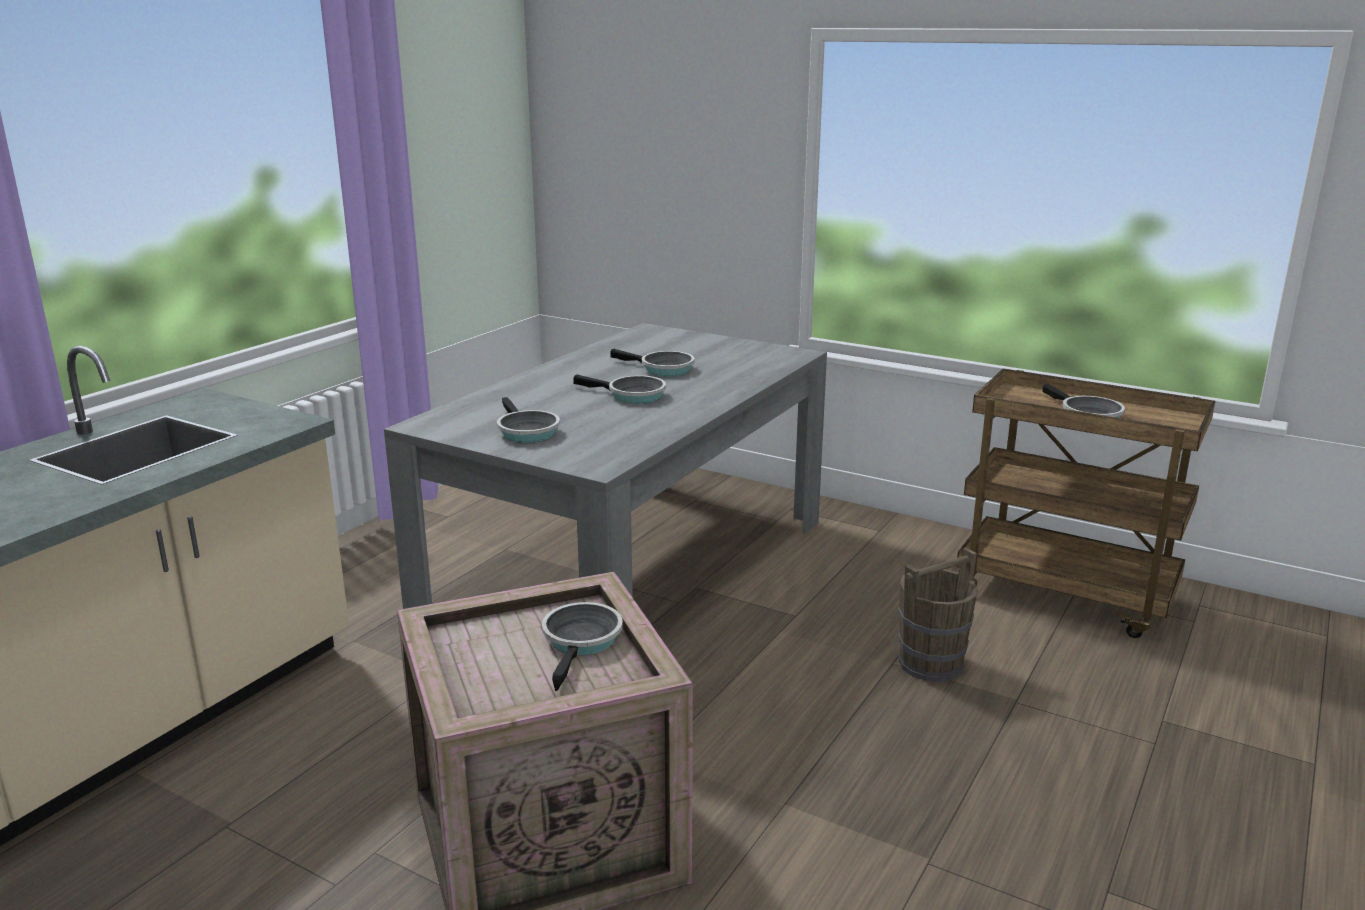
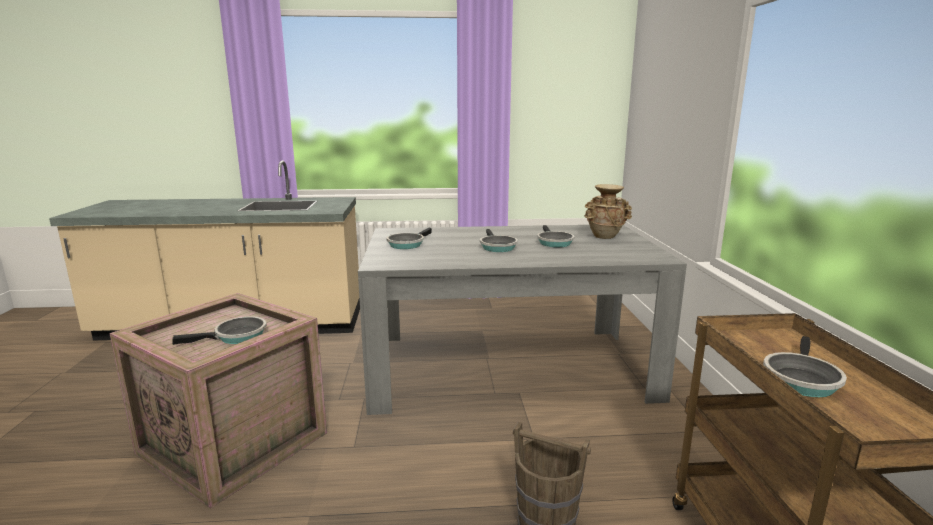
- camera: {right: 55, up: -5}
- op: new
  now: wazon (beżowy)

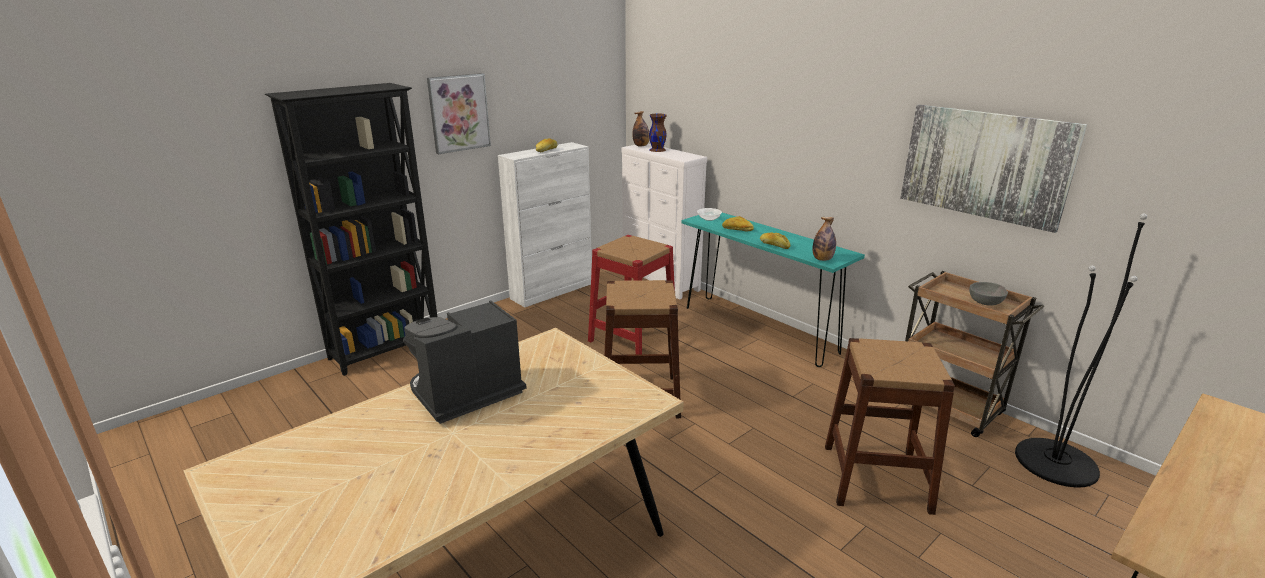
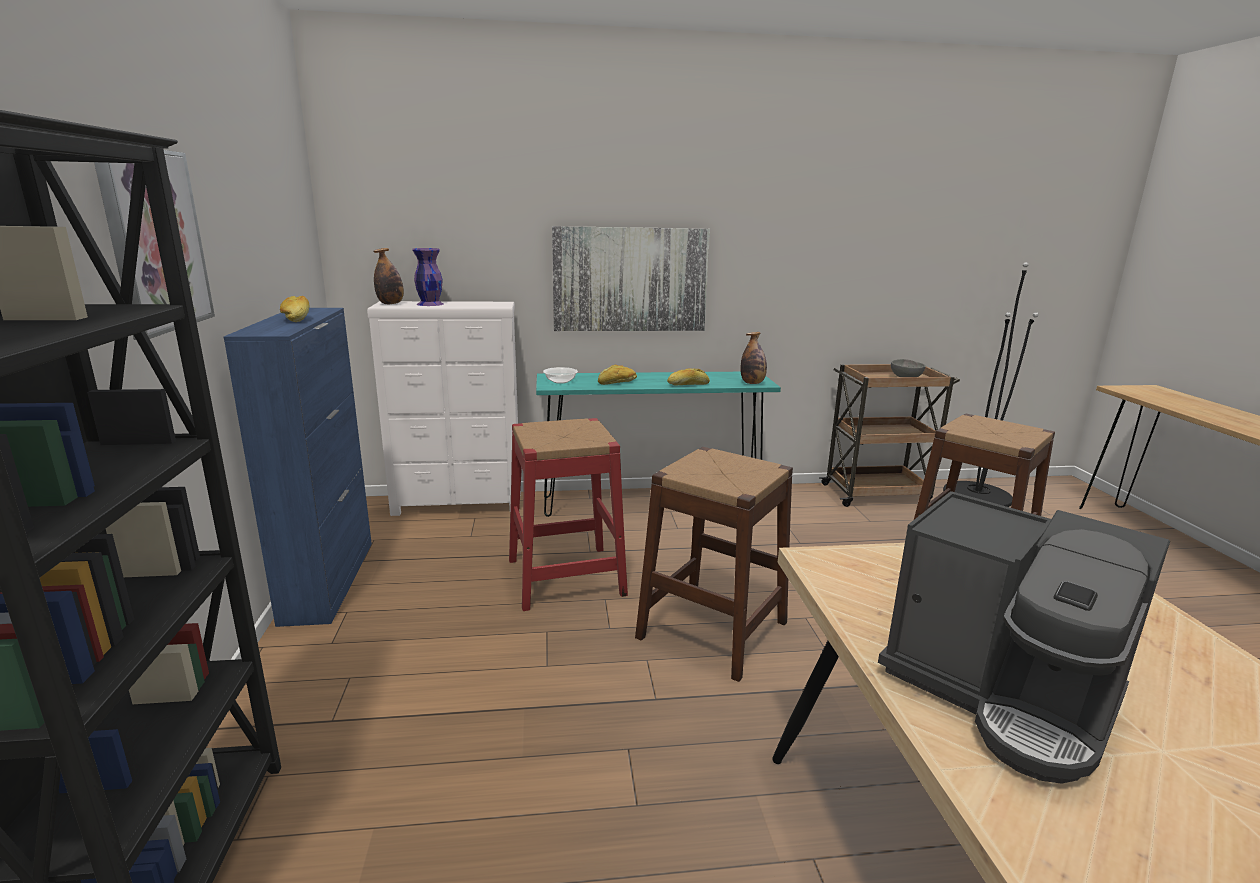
- camera: {right: -55, up: -5}
- op: shifted
  was: obraz (no. 2 from left)
- op: repainted
  was: szafka (biały)
  now: szafka (niebieski)
- op: repainted
  was: wazon (brązowy)
  now: wazon (fioletowy)
- op: rotated
  was: ekspres do kawy
  clockwise: -45

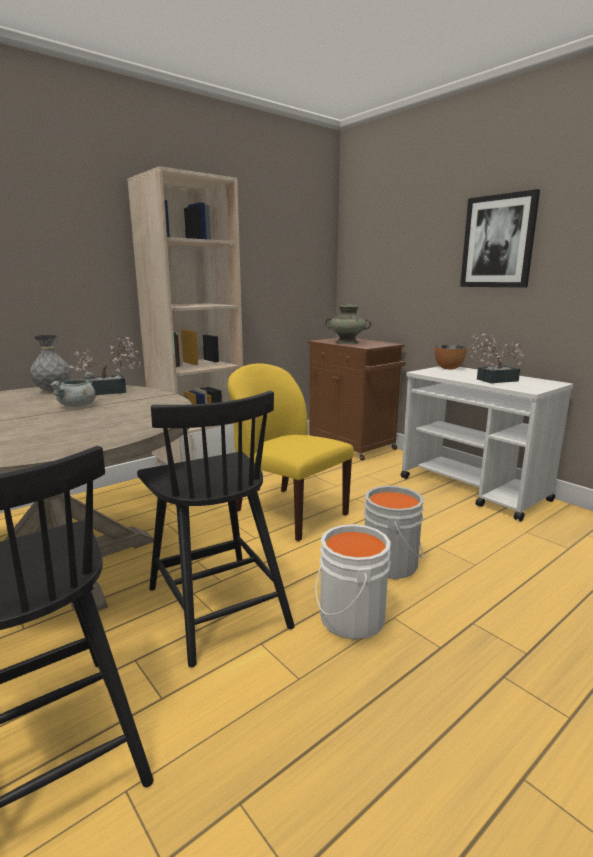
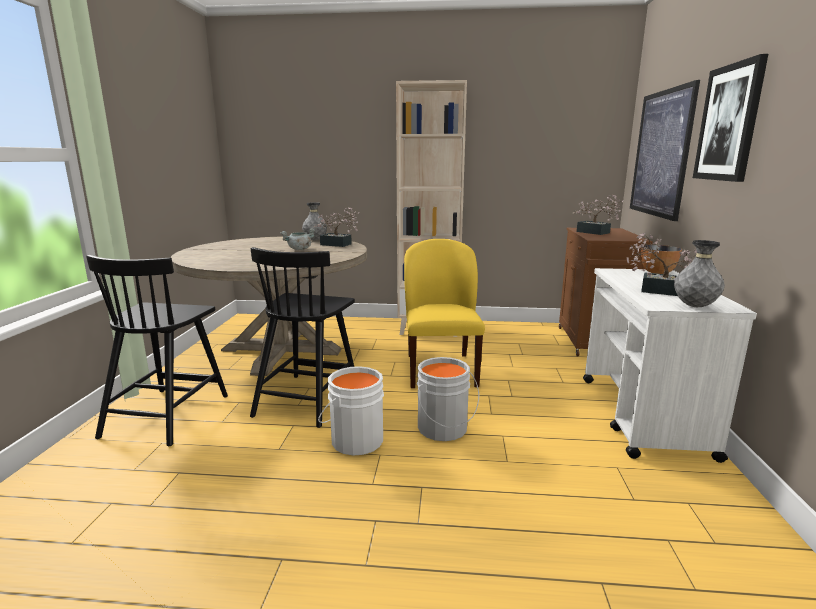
- camera: {right: 45, up: 0}
- op: new
  now: obraz (no. 1 from left)
- op: new
  now: wazon (szary) (no. 2 from left)
- op: swapped
  was: wazon (turkusowy)
  now: roślina doniczkowa (no. 2 from left)

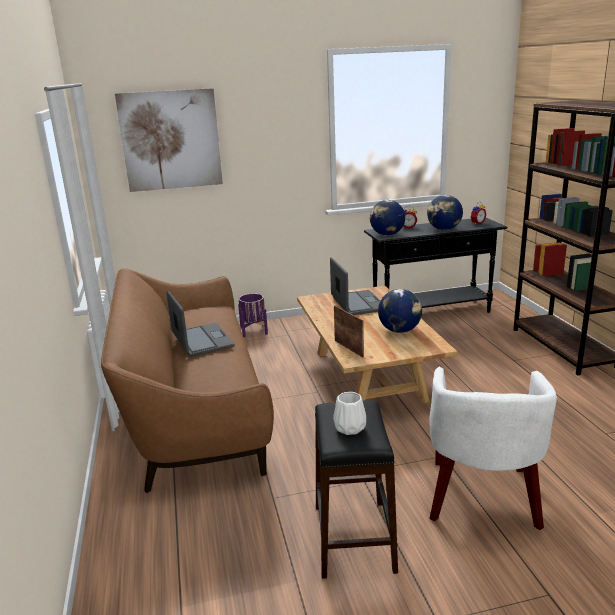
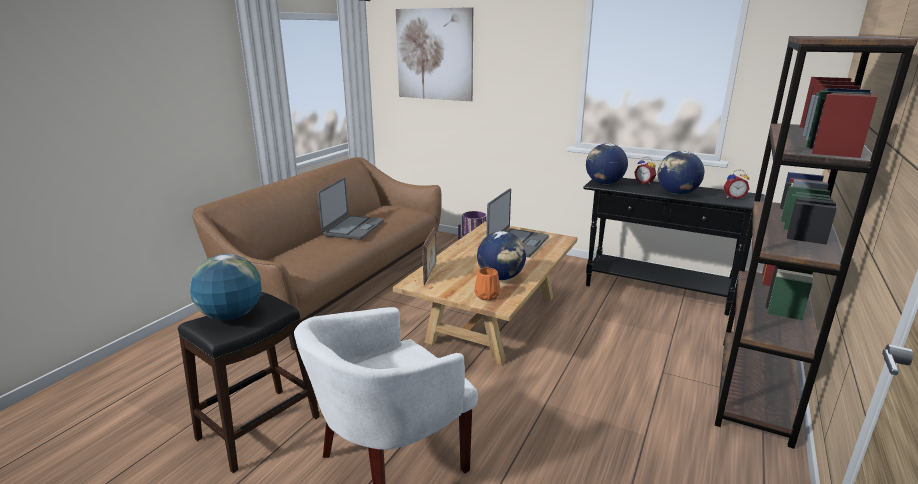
- camera: {right: 40, up: 0}
- op: new
  now: wazon (pomarańczowy)
- op: swapped
  was: wazon (biały)
  now: globus (no. 1 from left)

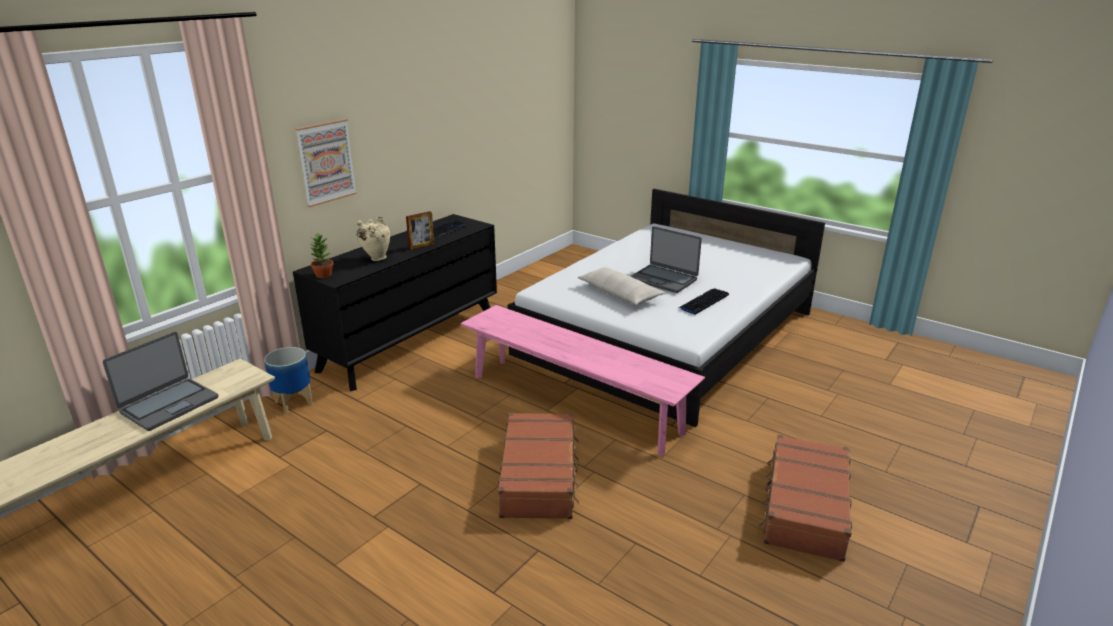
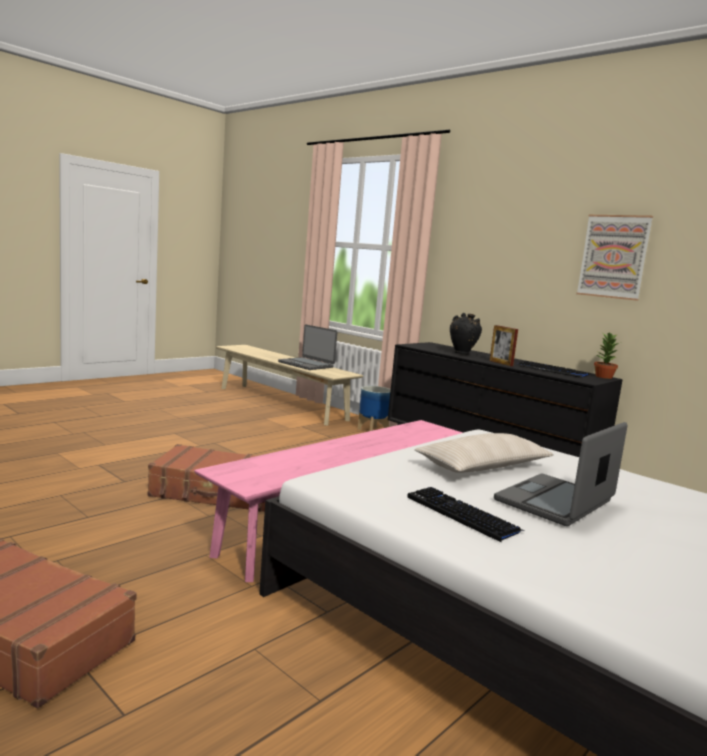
- camera: {right: 95, up: -15}
- op: shifted
  was: obraz
- op: shifted
  was: roślina doniczkowa
- op: repainted
  was: wazon (beżowy)
  now: wazon (czarny)

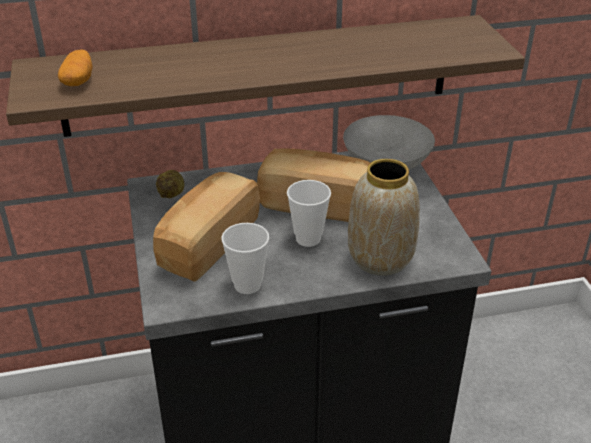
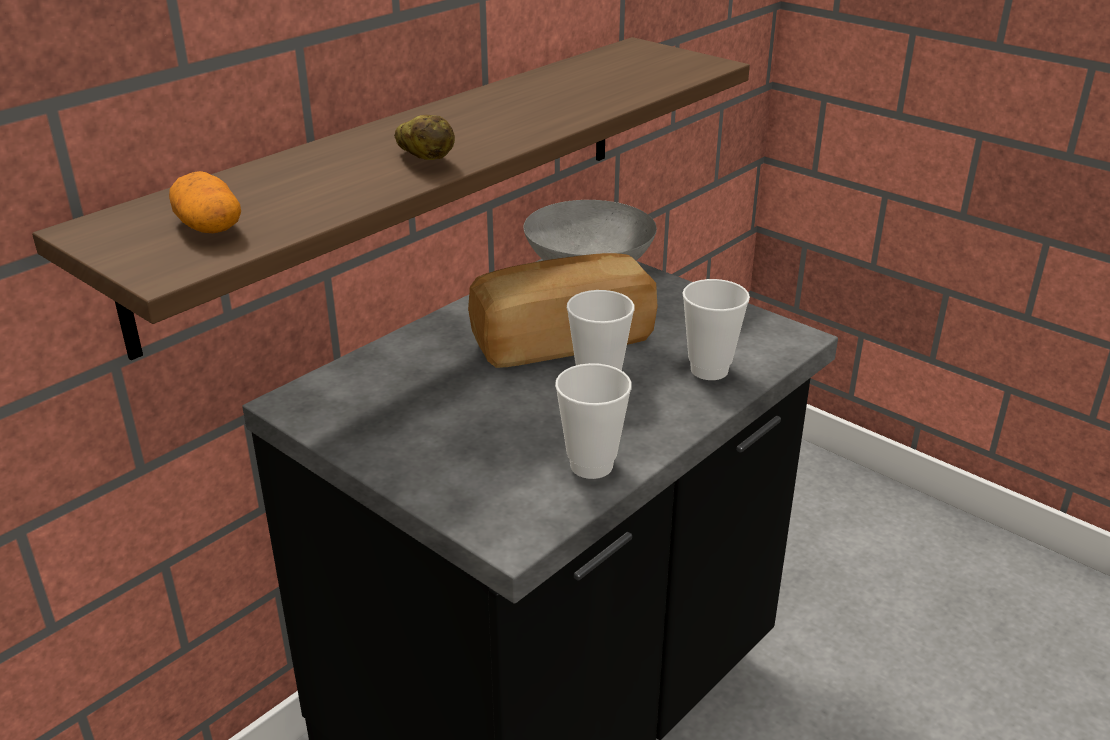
- camera: {right: -35, up: -5}
- op: gone
  was: chleb (no. 1 from left)
- op: shifted
  was: ziemniak (no. 2 from left)
- op: swapped
  was: wazon
  now: filiżanka (no. 3 from left)

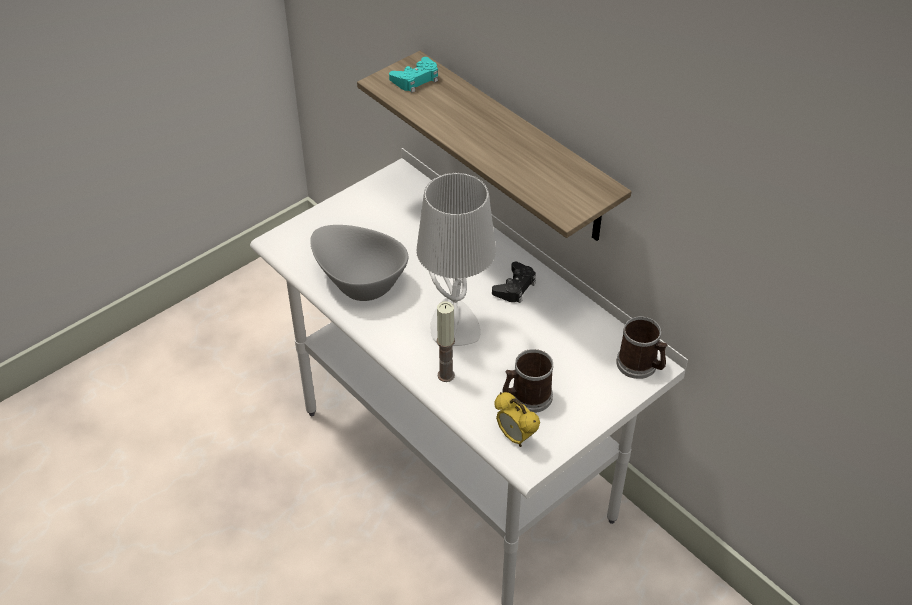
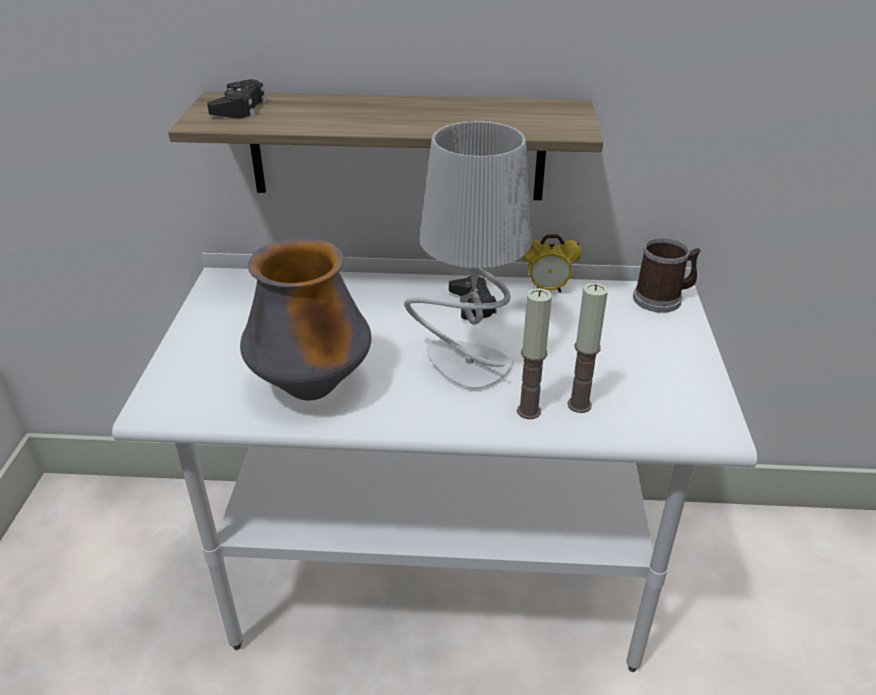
- camera: {right: -45, up: -10}
- op: gone
  was: kubek (no. 1 from left)
- op: new
  now: świeca (no. 2 from left)
- op: shifted
  was: budzik
- op: swapped
  was: miska (szary)
  now: wazon
- op: repainted
  was: pad do gier (turkusowy)
  now: pad do gier (czarny) (no. 1 from left)

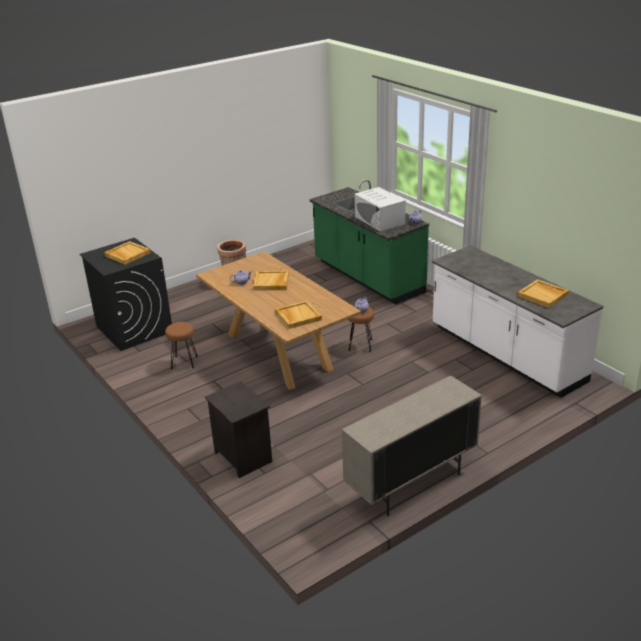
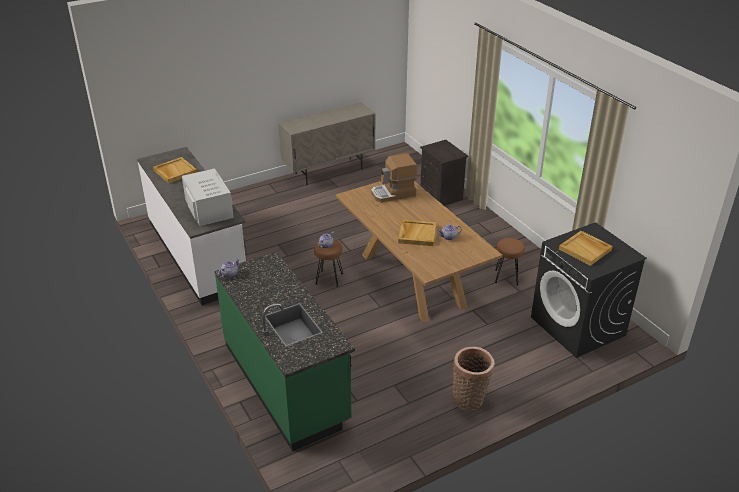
- camera: {right: -175, up: 5}
- op: shifted
  was: mikrofalówka (biały)
- op: swapped
  was: taca (beżowy) (no. 3 from left)
  now: ekspres do kawy

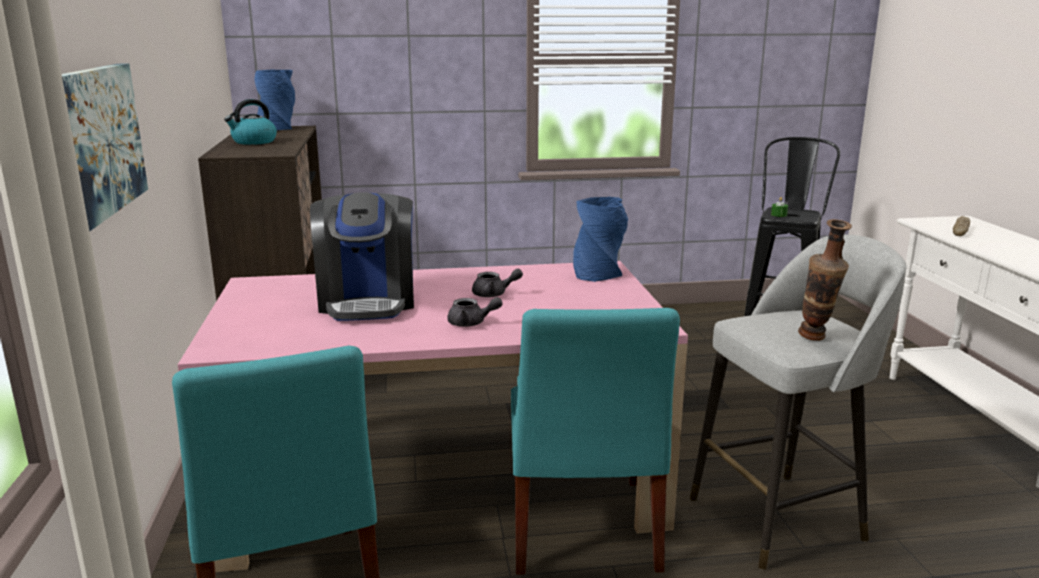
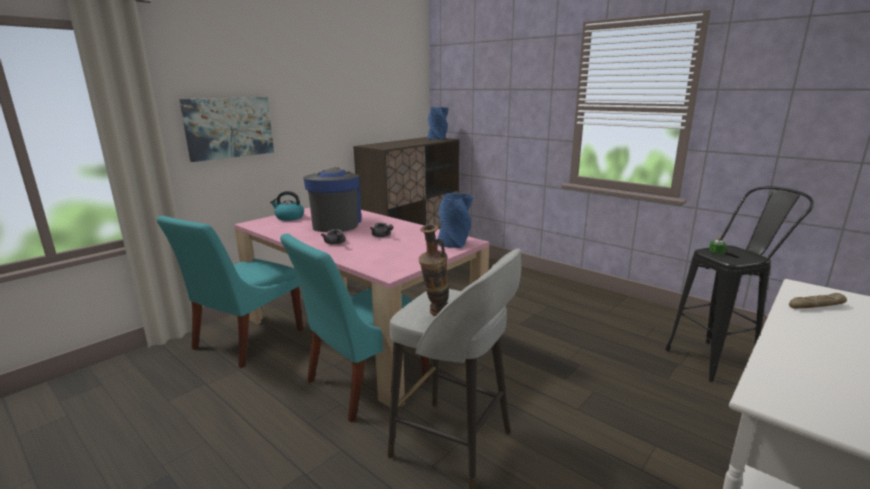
- camera: {right: 50, up: 0}
- op: shifted
  was: czajnik
- op: rotated
  was: ekspres do kawy
  clockwise: 135

